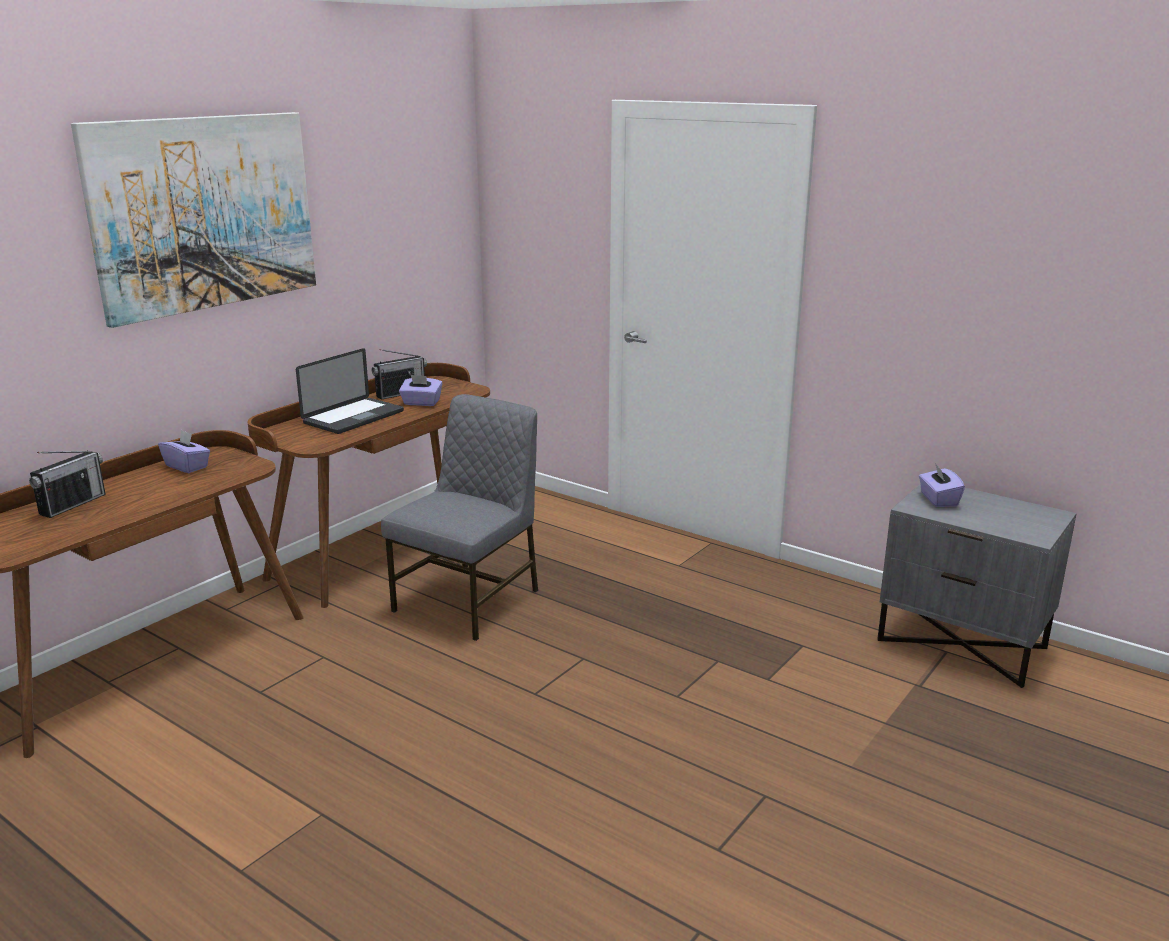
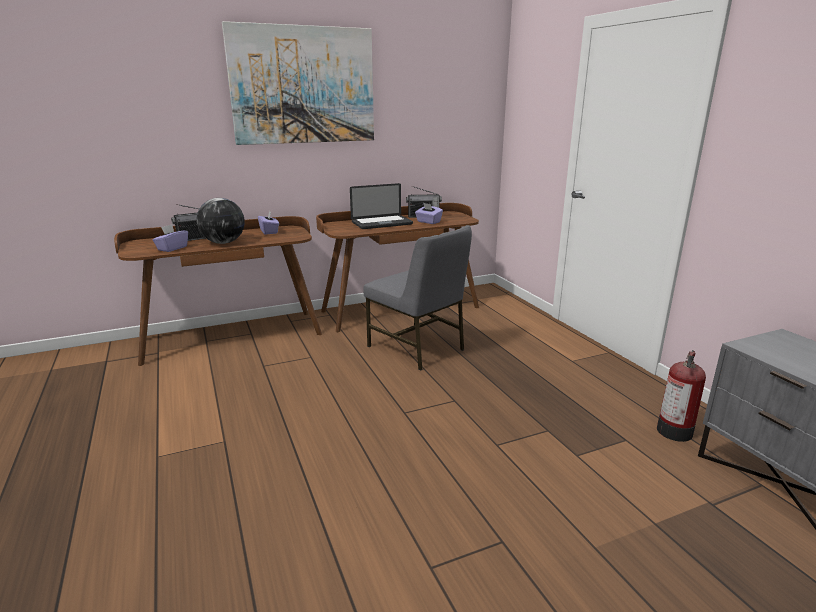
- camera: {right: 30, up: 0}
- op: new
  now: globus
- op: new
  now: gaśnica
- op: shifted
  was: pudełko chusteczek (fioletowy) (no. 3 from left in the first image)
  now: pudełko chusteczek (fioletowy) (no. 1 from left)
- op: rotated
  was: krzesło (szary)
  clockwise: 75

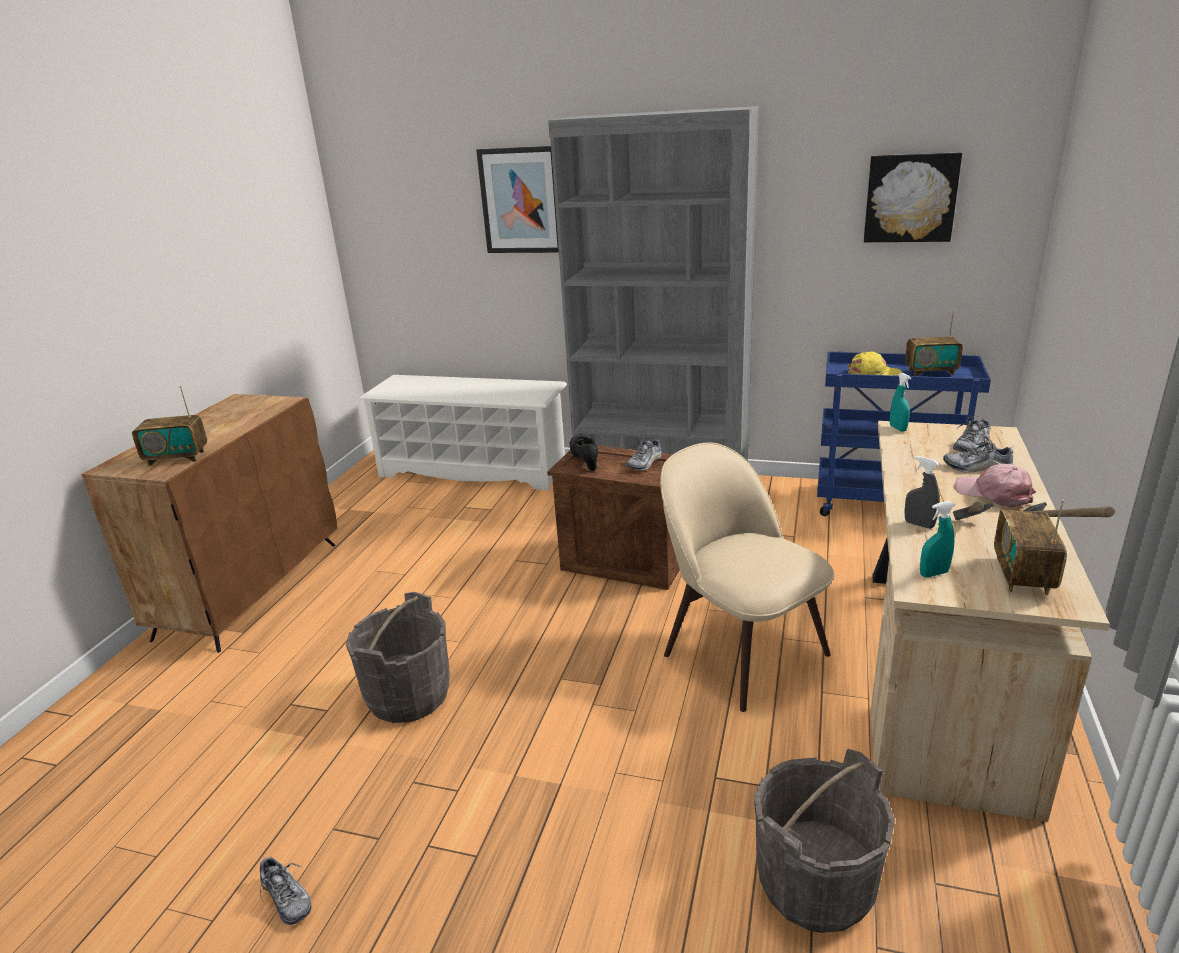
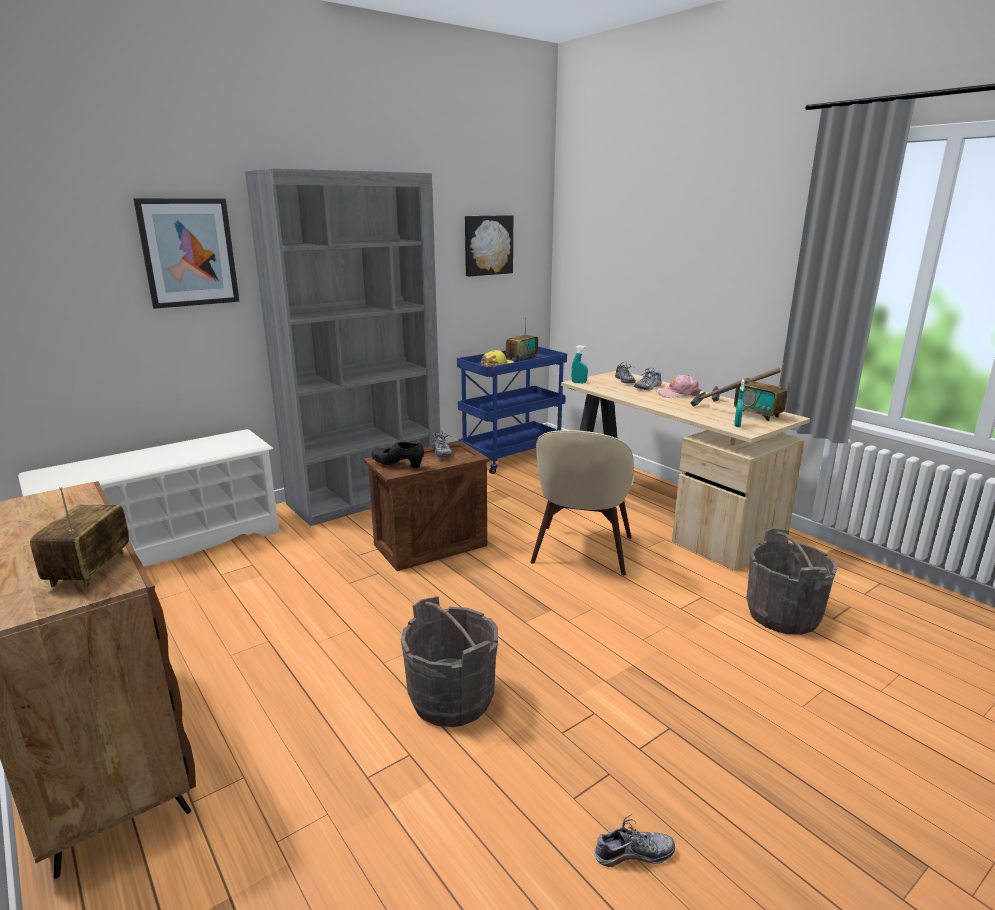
- camera: {right: -55, up: -5}
- op: gone
  was: spryskiwacz (szary)
- op: rotated
  was: radio (no. 1 from left)
  clockwise: 150
- op: rotated
  was: krzesło (beżowy)
  clockwise: -75

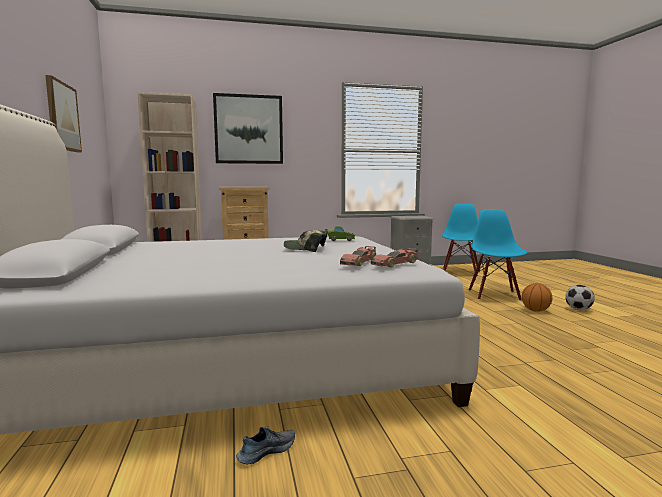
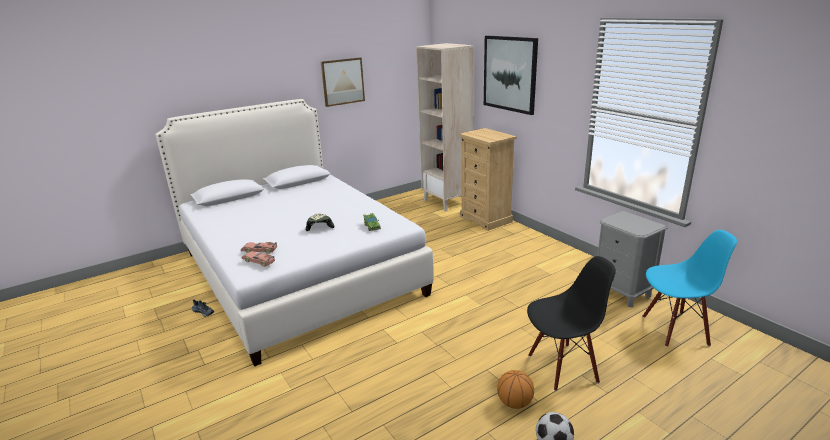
- camera: {right: 70, up: 15}
- op: repainted
  was: krzesło (niebieski) (no. 2 from left)
  now: krzesło (czarny)

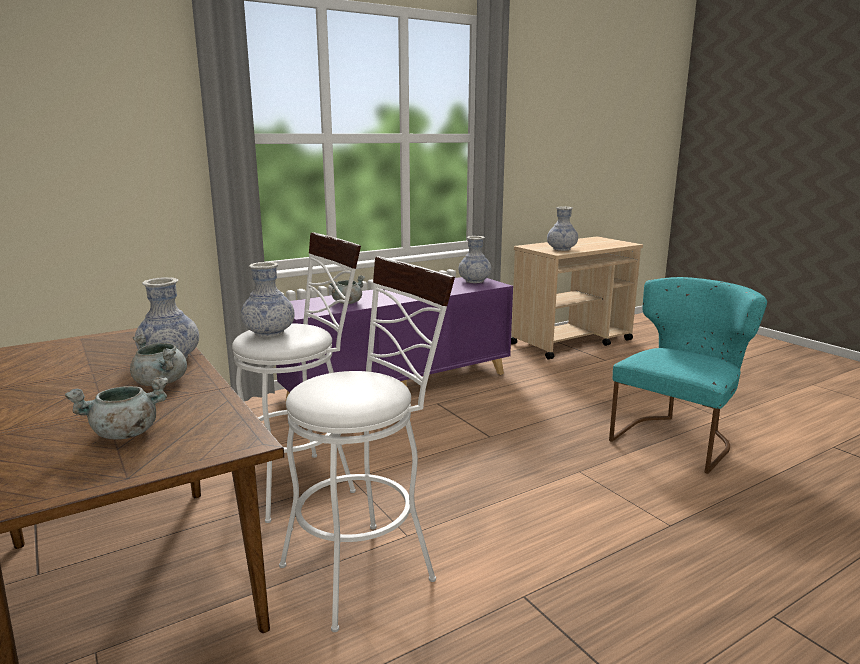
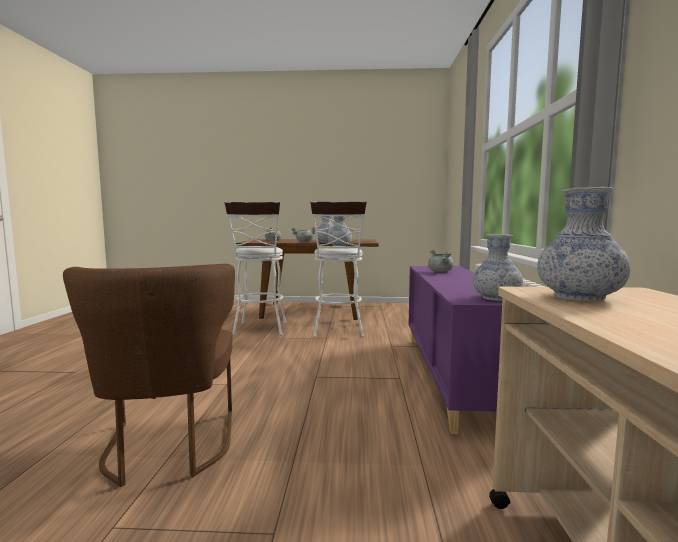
- camera: {right: 125, up: -10}
- op: repainted
  was: krzesło (turkusowy)
  now: krzesło (brązowy)

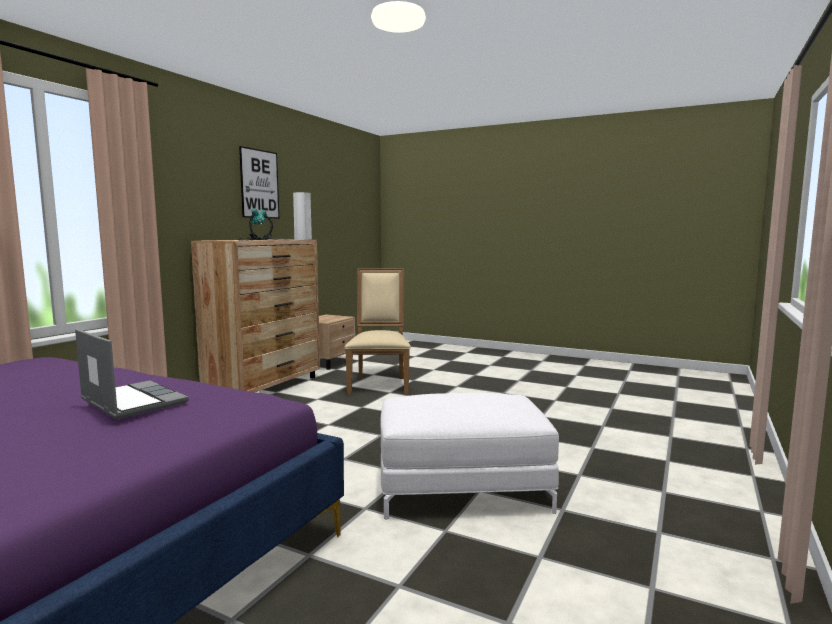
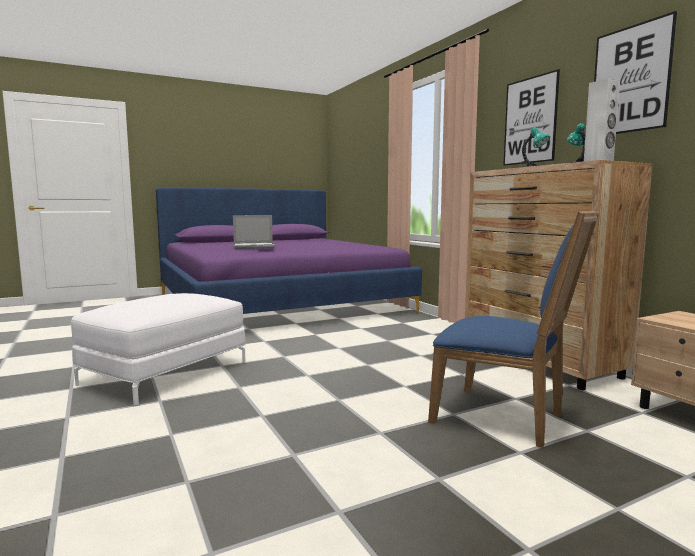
- camera: {right: 125, up: 0}
- op: new
  now: obraz (no. 1 from left)
- op: repainted
  was: krzesło (beżowy)
  now: krzesło (niebieski)

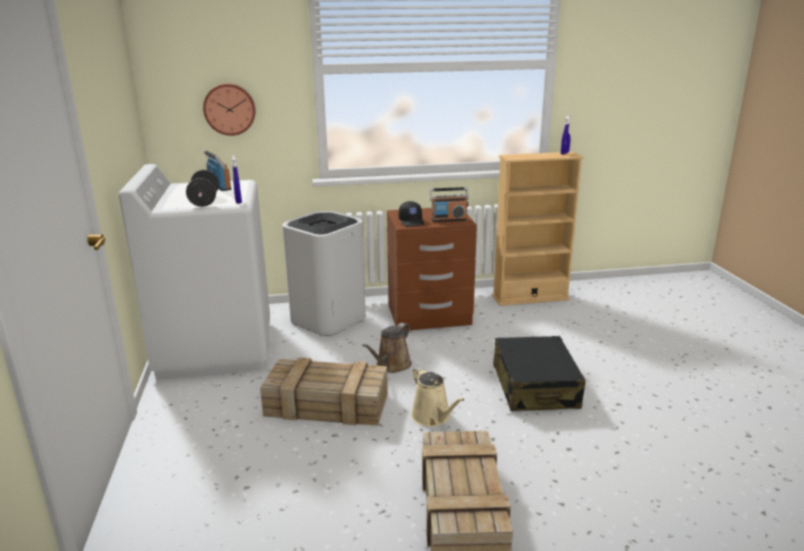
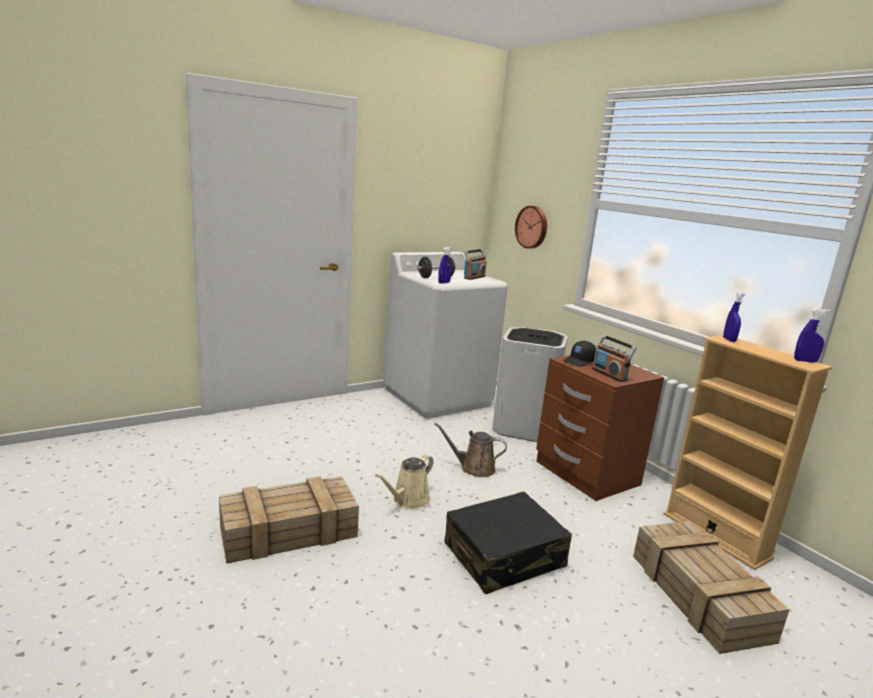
- camera: {right: 65, up: -5}
- op: new
  now: spryskiwacz (niebieski) (no. 2 from left)
- op: shifted
  was: skrzynka (no. 1 from left in the first image)
  now: skrzynka (no. 2 from left)

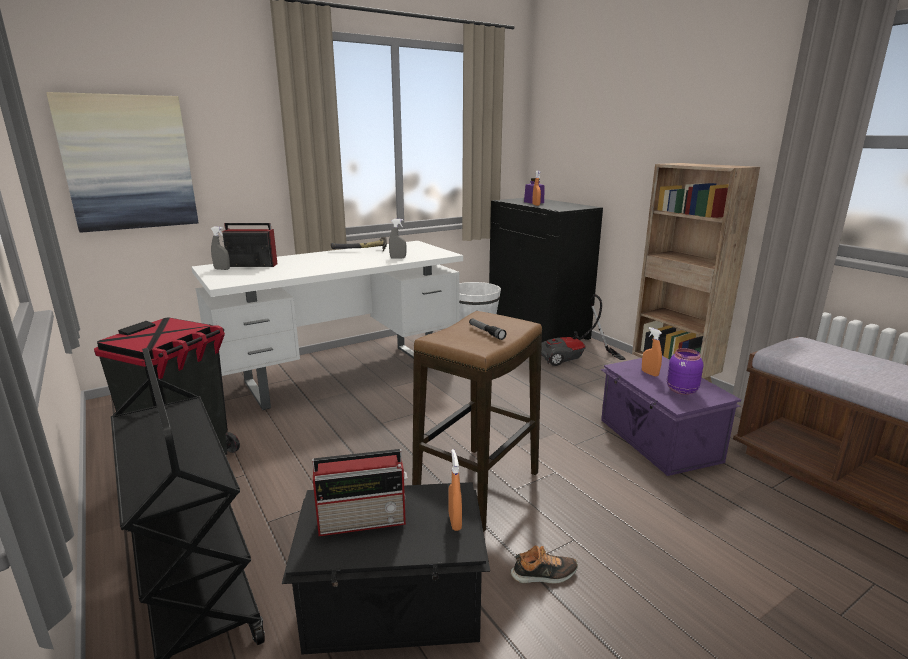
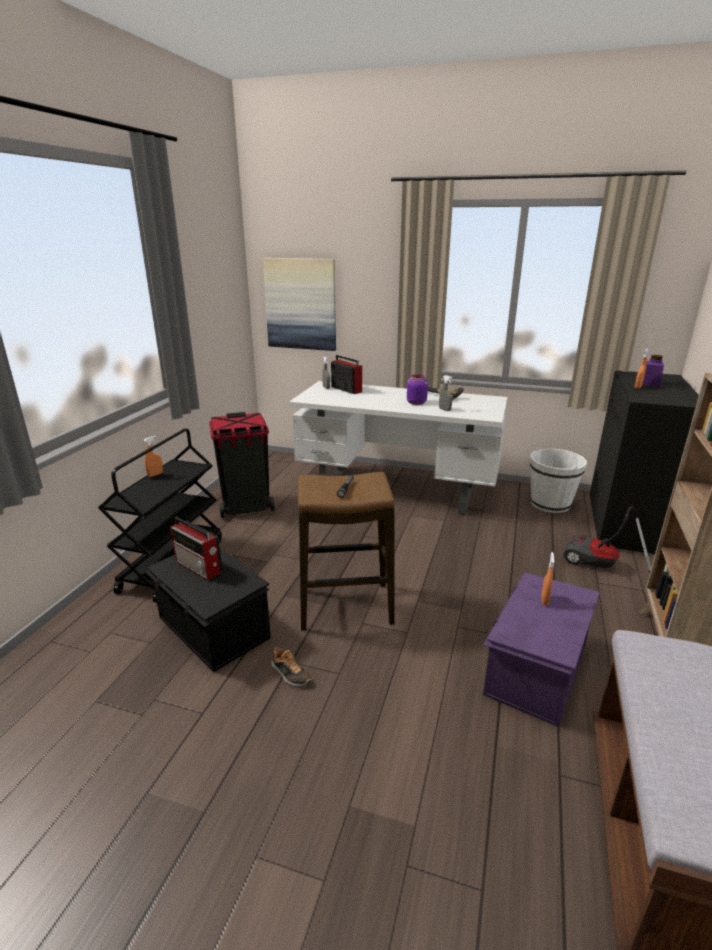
- camera: {right: 50, up: 5}
- op: shifted
  was: spryskiwacz (pomarańczowy) (no. 1 from left)
- op: shifted
  was: słoik (fioletowy) (no. 2 from left in the first image)
  now: słoik (fioletowy) (no. 1 from left)

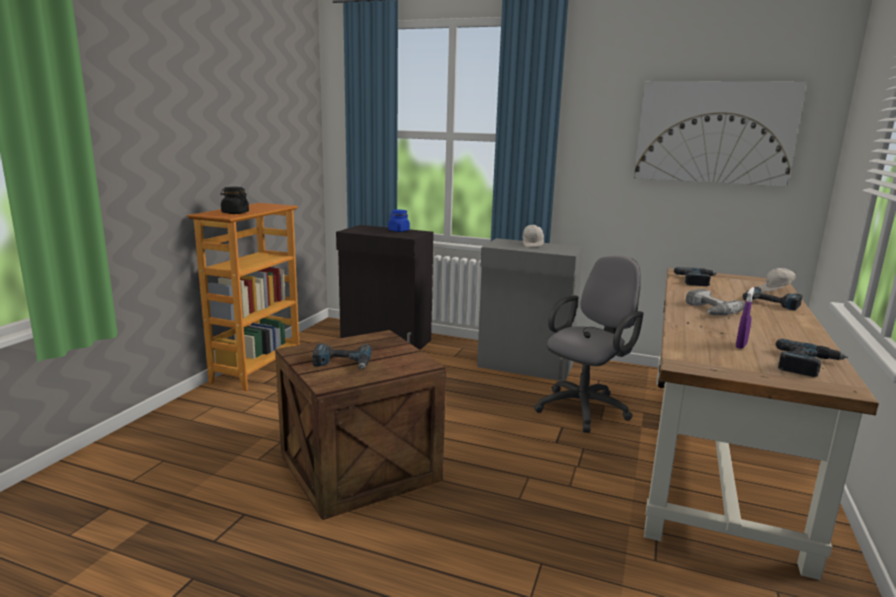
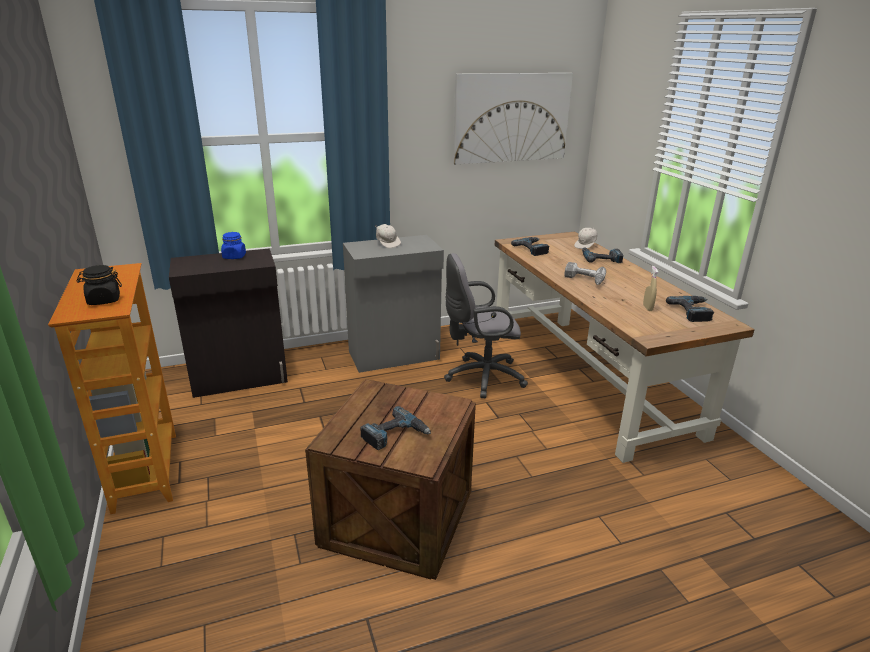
- camera: {right: -40, up: 10}
- op: repainted
  was: spryskiwacz (fioletowy)
  now: spryskiwacz (beżowy)
- op: rotated
  was: krzesło biurowe (szary)
  clockwise: -105

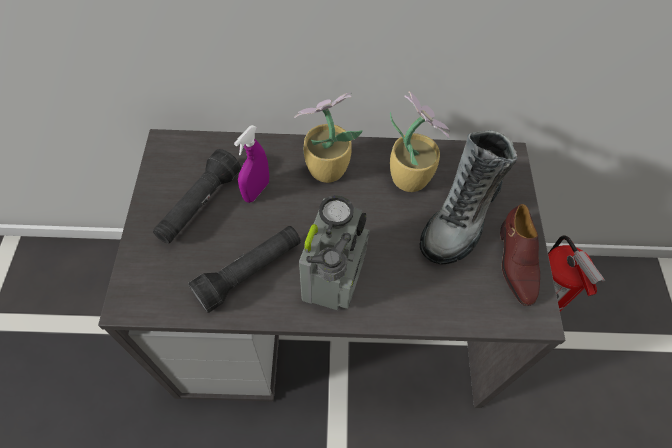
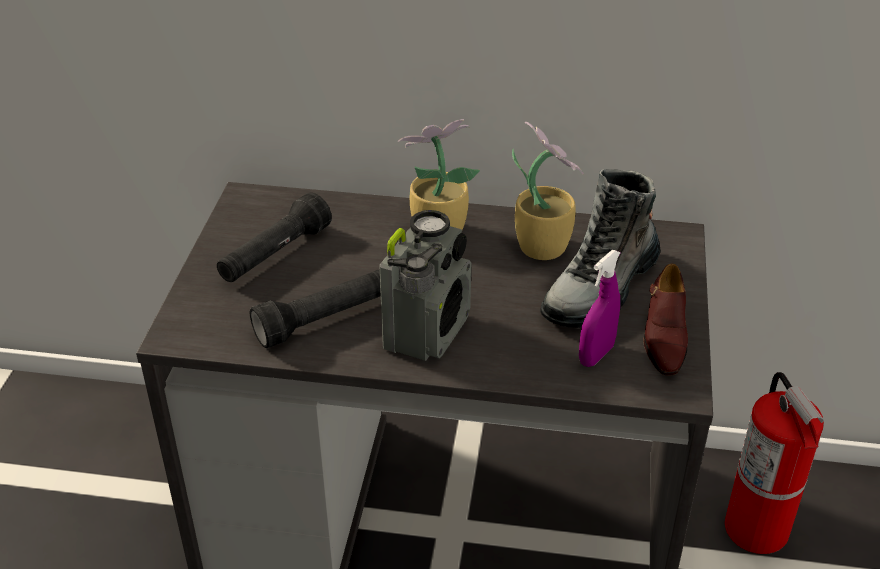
- camera: {right: 10, up: -20}
- op: shifted
  was: spryskiwacz (fioletowy)

